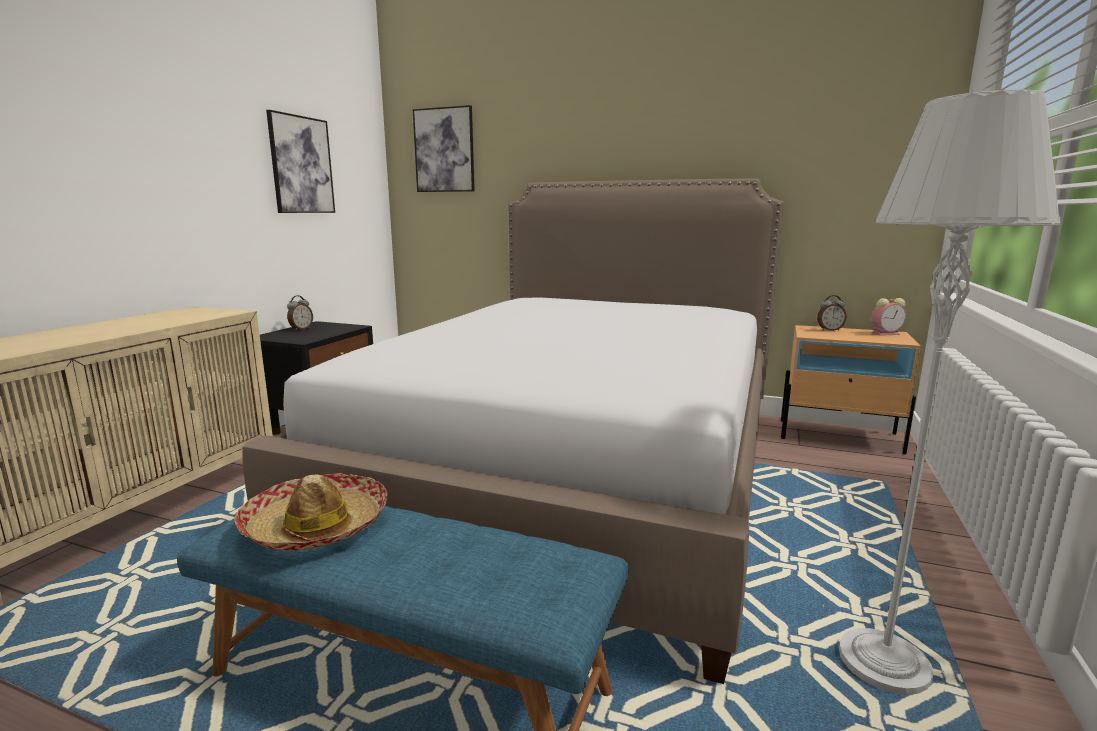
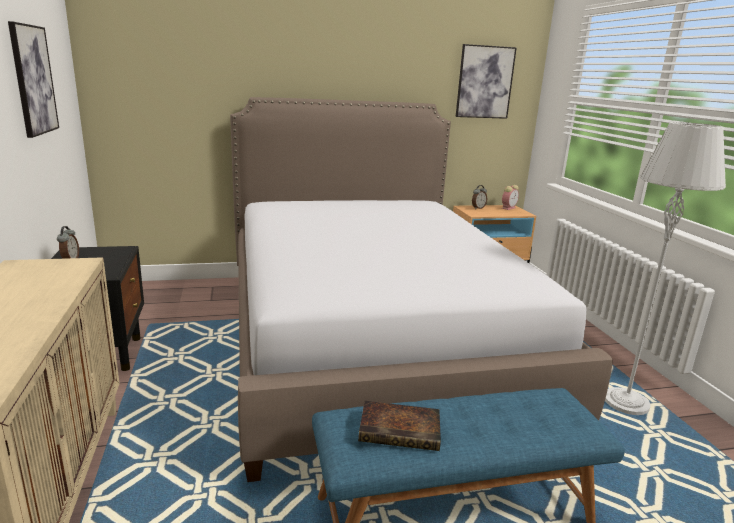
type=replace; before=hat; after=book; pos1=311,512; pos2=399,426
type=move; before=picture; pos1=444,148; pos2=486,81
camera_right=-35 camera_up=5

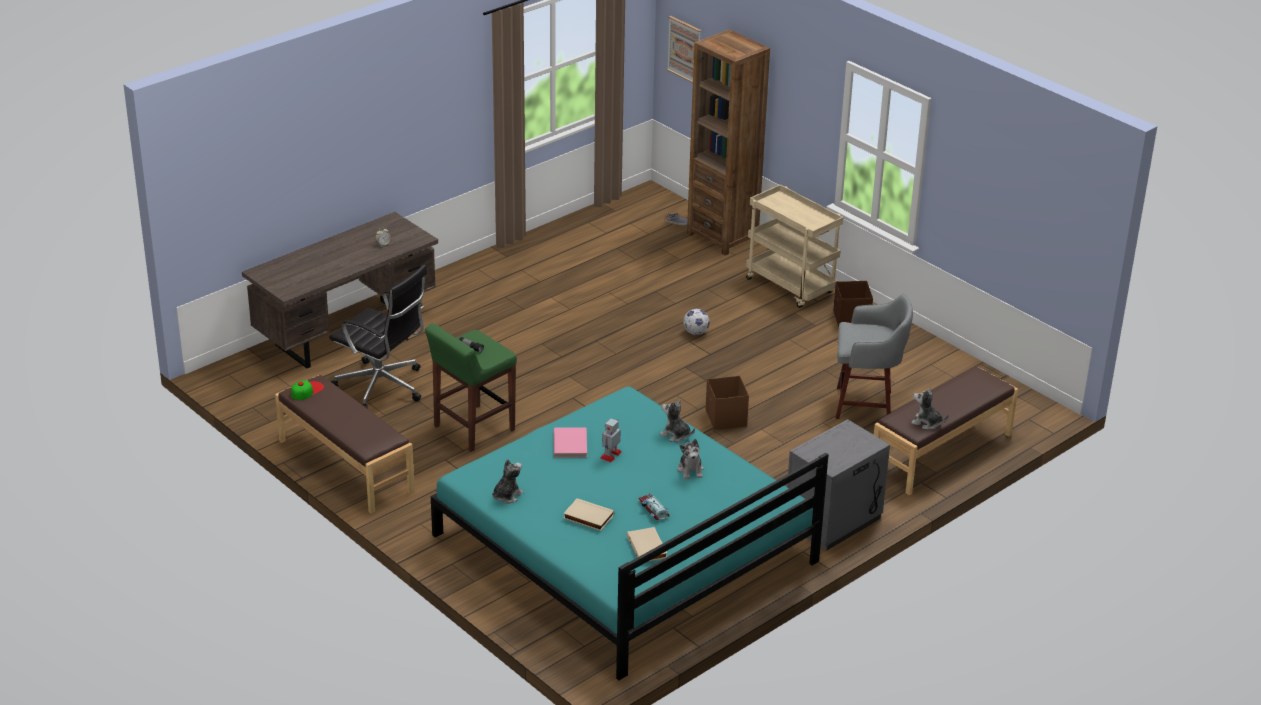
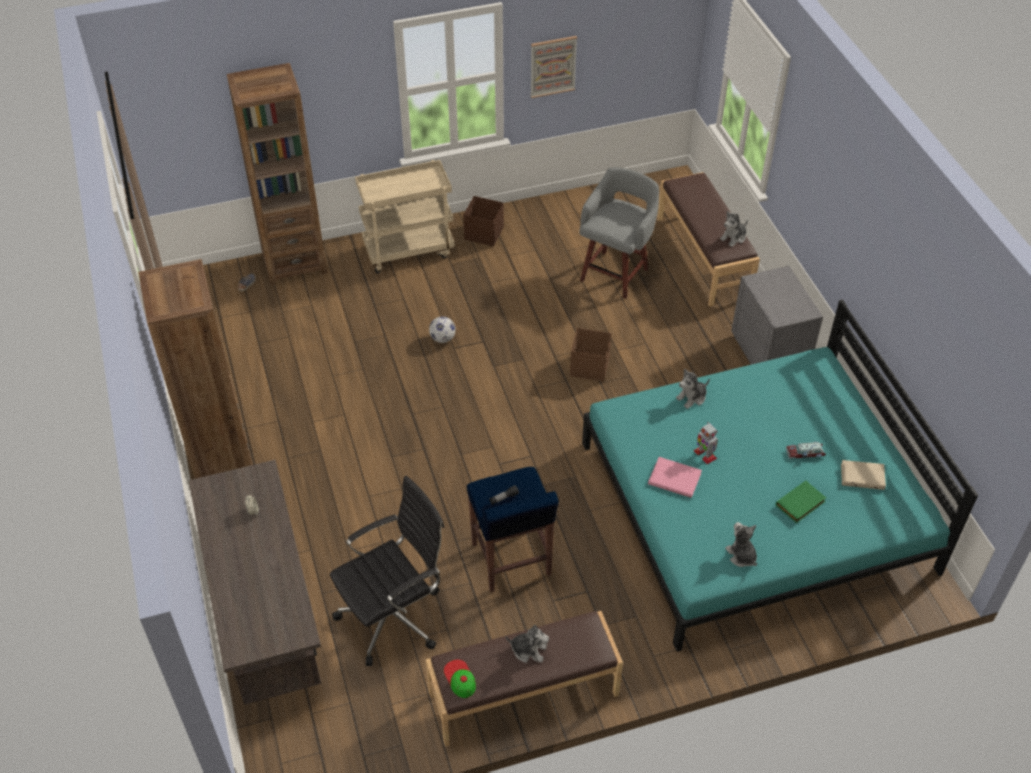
type=insert; after=brown bookcase; pos2=195,369
type=recolor; before=green stool; after=blue stool; pos1=471,387; pos2=513,529
type=move; before=plush toy; pos1=691,459; pos2=527,644
type=move; before=picture; pos1=684,49; pos2=554,67
type=recolor; before=beige book; after=green book; pos1=588,514; pos2=801,502
camera_right=-65 camera_up=15

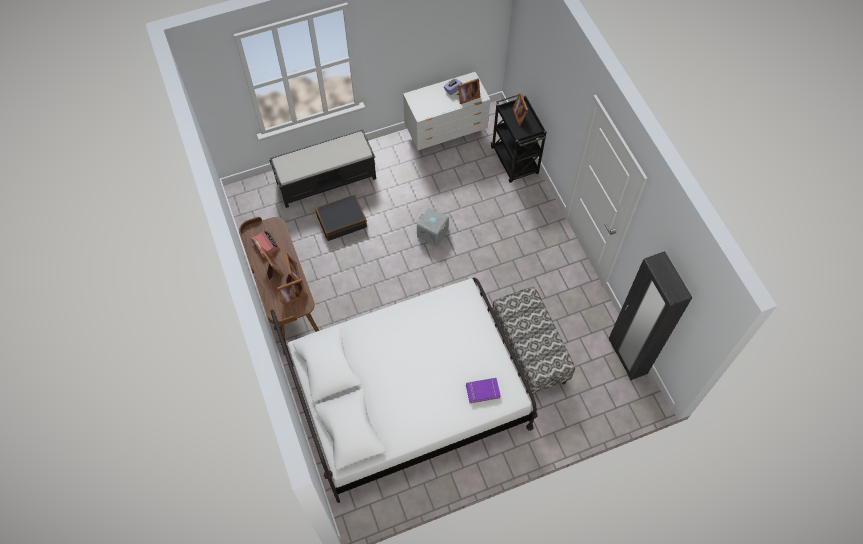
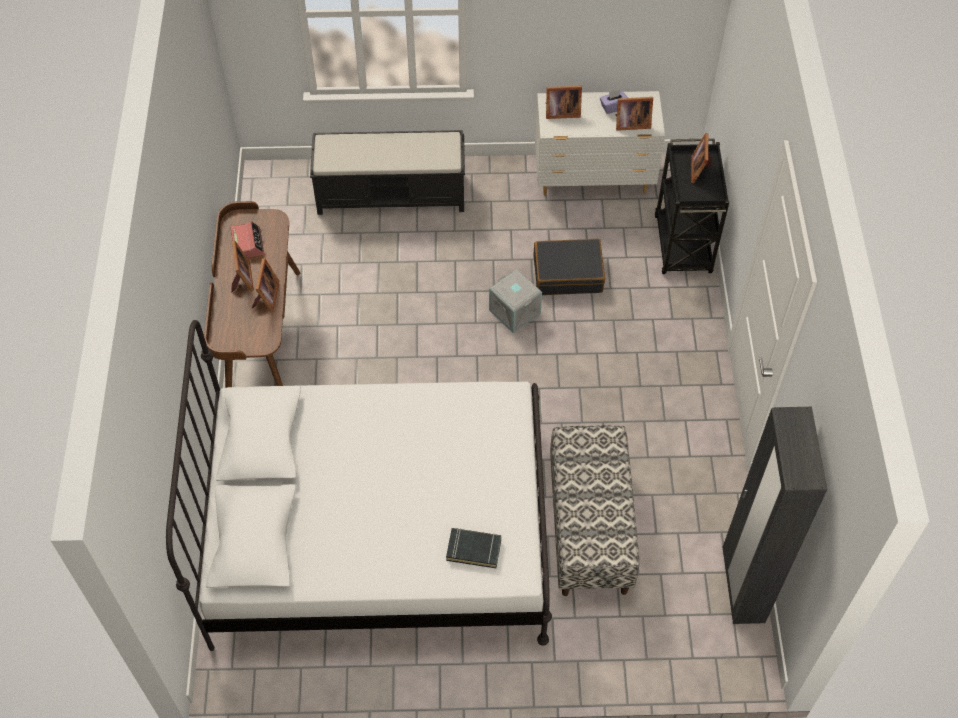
type=recolor; before=purple book; after=black book; pos1=483,390; pos2=473,548
type=move; before=black suitcase; pos1=341,218; pos2=569,267
type=move; before=picture frame; pos1=292,292; pos2=564,102
camera_right=20 camera_up=-5

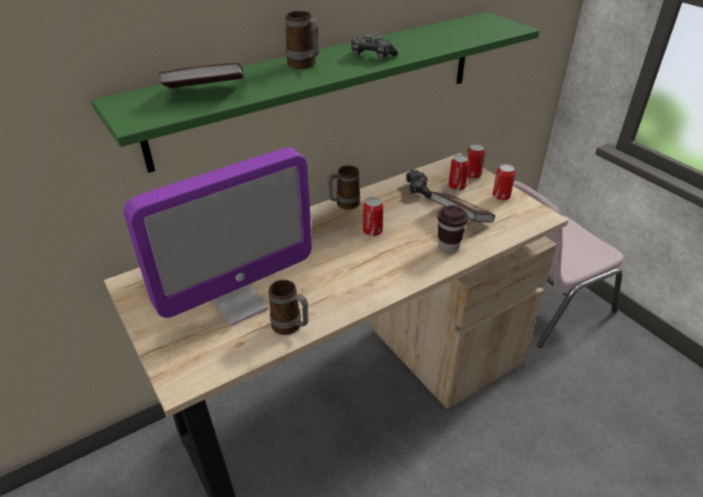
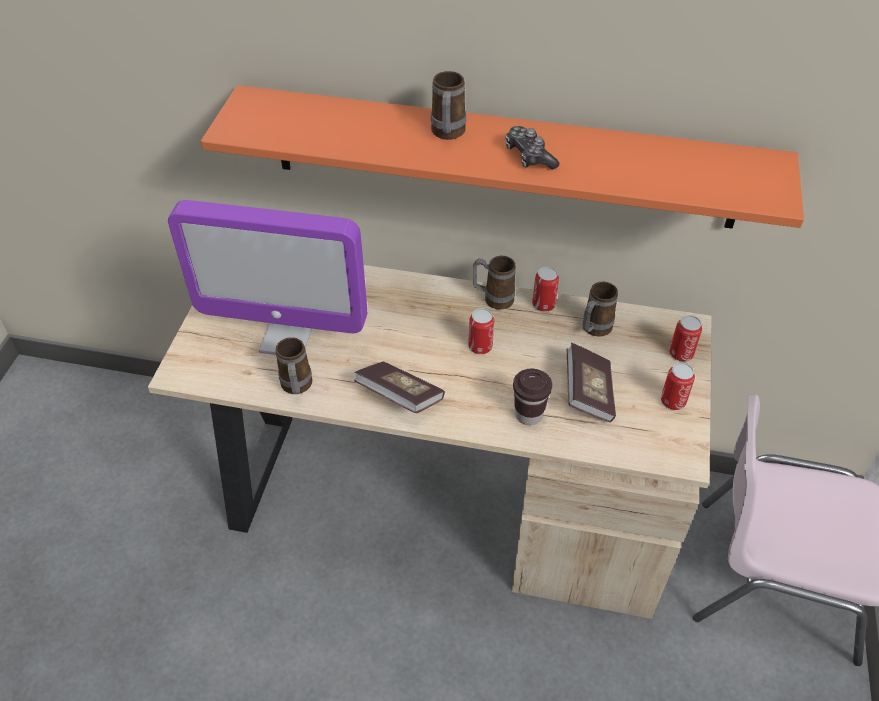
type=recolor; before=green shelf; after=orange shelf; pos1=315,92; pos2=502,157
type=move; before=book; pos1=201,75; pos2=399,387
type=move; before=can; pos1=458,173; pos2=545,289
type=replace; before=game controller; after=mug; pos1=419,184; pos2=600,309
camera_right=45 camera_up=10

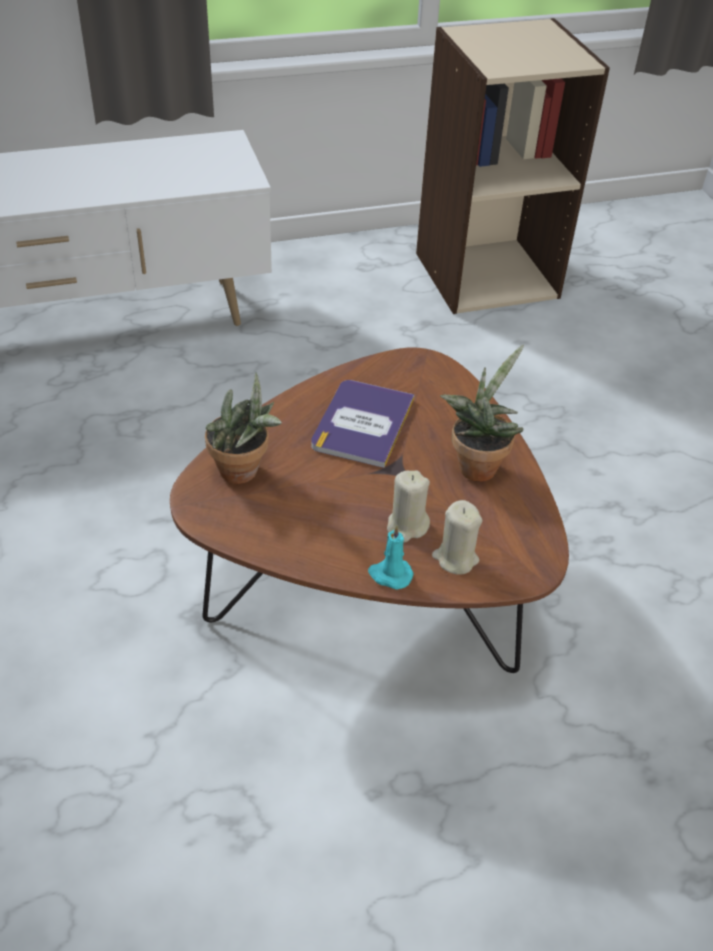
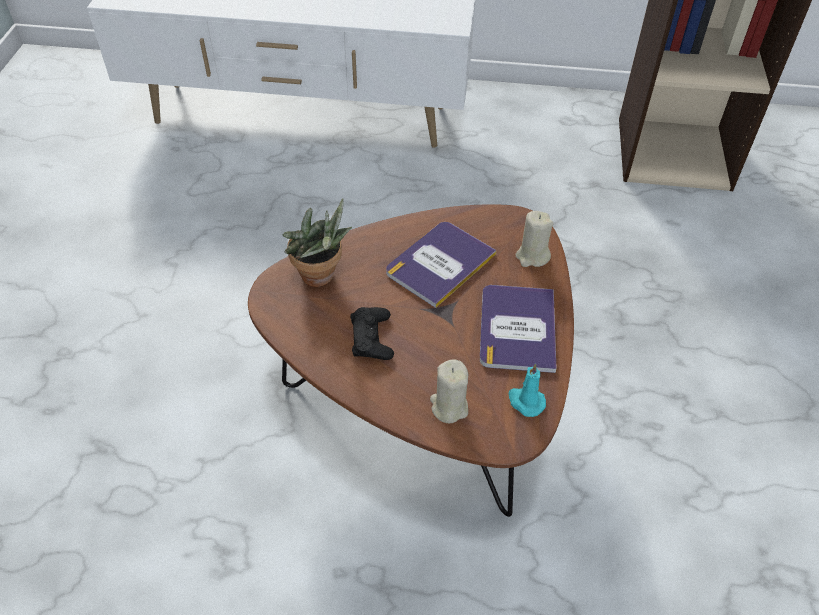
type=insert; after=black game controller; pos2=372,333
type=replace; before=potted plant; after=book; pos1=482,413; pos2=518,329
type=move; before=turquoise candle; pos1=391,557; pos2=527,390
type=move; before=beige candle; pos1=408,507; pos2=534,239
camera_right=25 camera_up=5

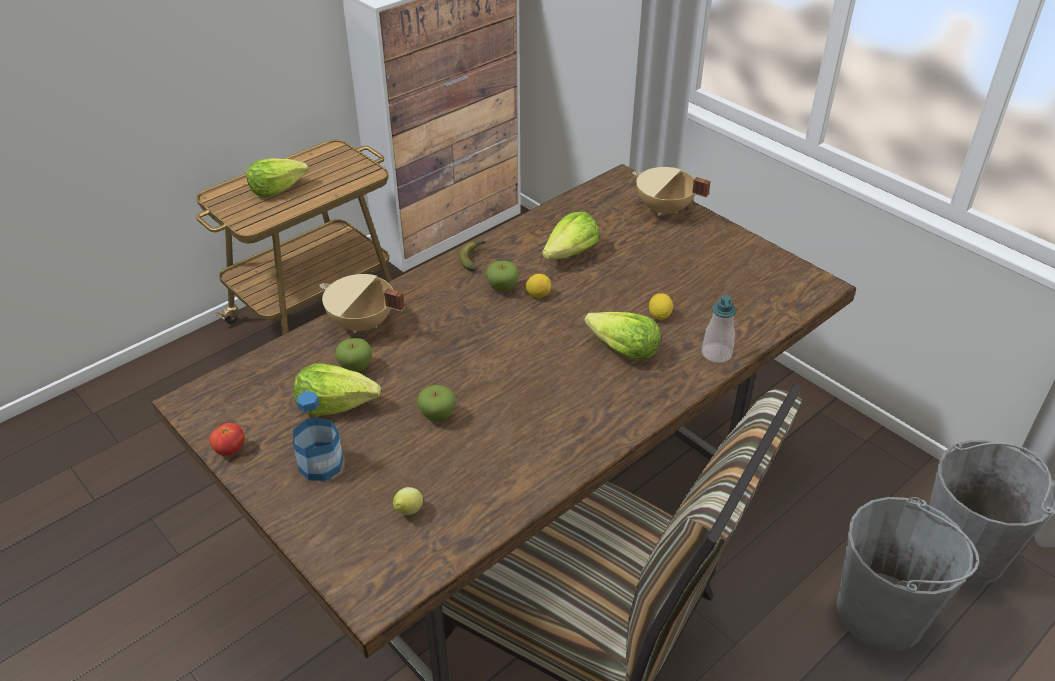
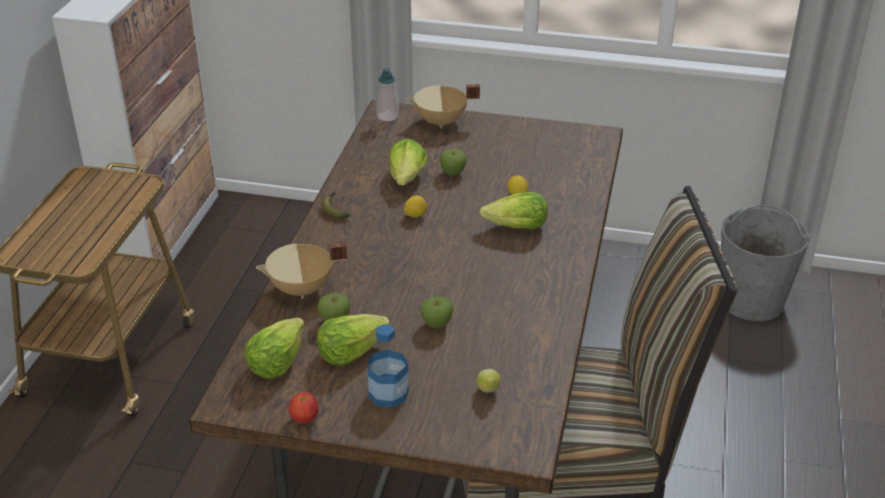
type=move; before=lettuce; pos1=277,177; pos2=275,348
type=move; before=soap dispenser; pos1=719,329; pos2=387,94
type=move; before=apple; pos1=502,276; pos2=453,162
type=delete; before=grey bucket; pos1=908,574
camera_right=-35 camera_up=-5

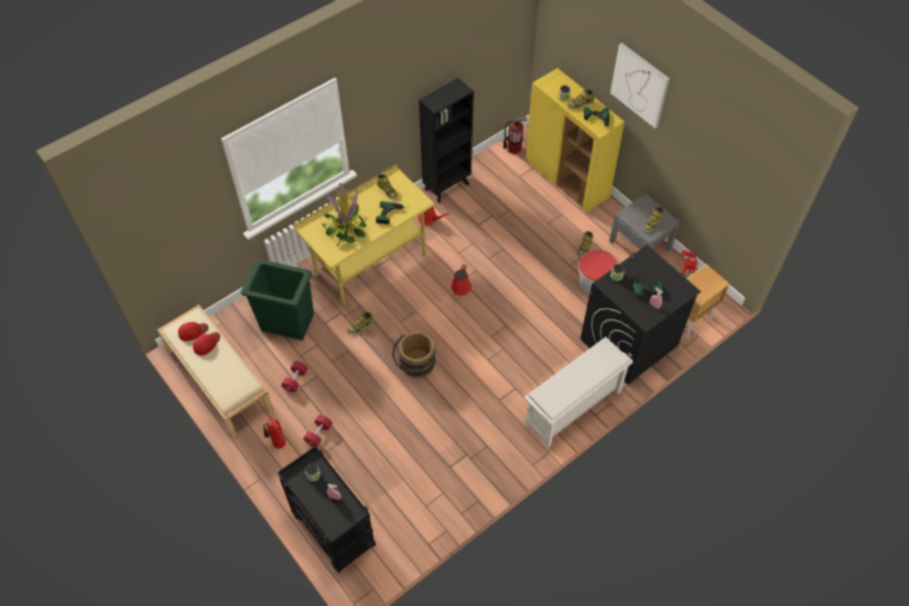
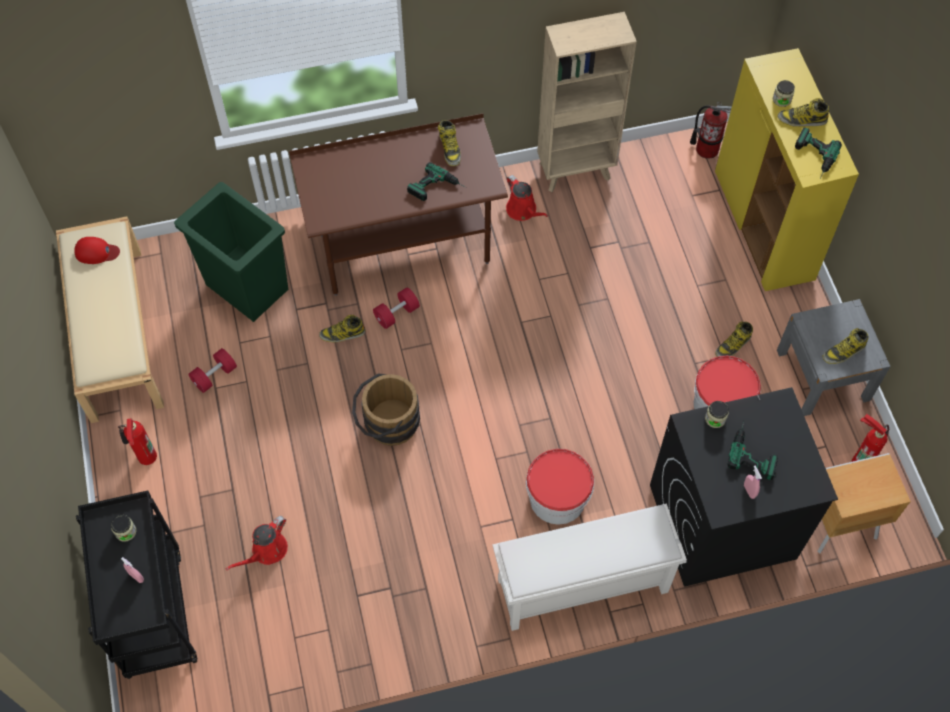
type=move; before=red watering can; pos1=461,280; pos2=257,543
type=recolor; before=yellow desk; after=brown desk; pos1=364,235; pos2=398,204
type=move; before=red dumbbell; pos1=317,430; pos2=396,308
type=insert; after=bucket; pos2=560,487
type=recolor; before=black bookcase; after=beige bookcase; pos1=446,140; pos2=587,102
type=delete; before=red cap; pos1=206,343
type=delete; before=potted plant; pos1=344,215
type=delete; before=picture; pos1=640,85
camera_right=25 camera_up=5

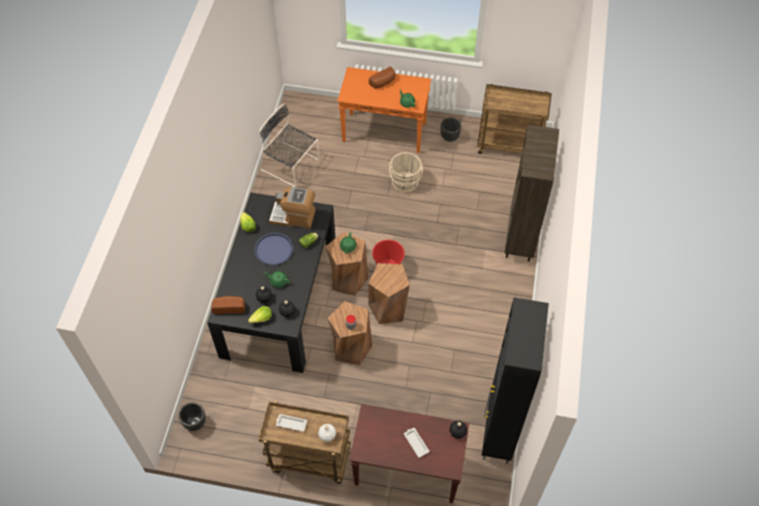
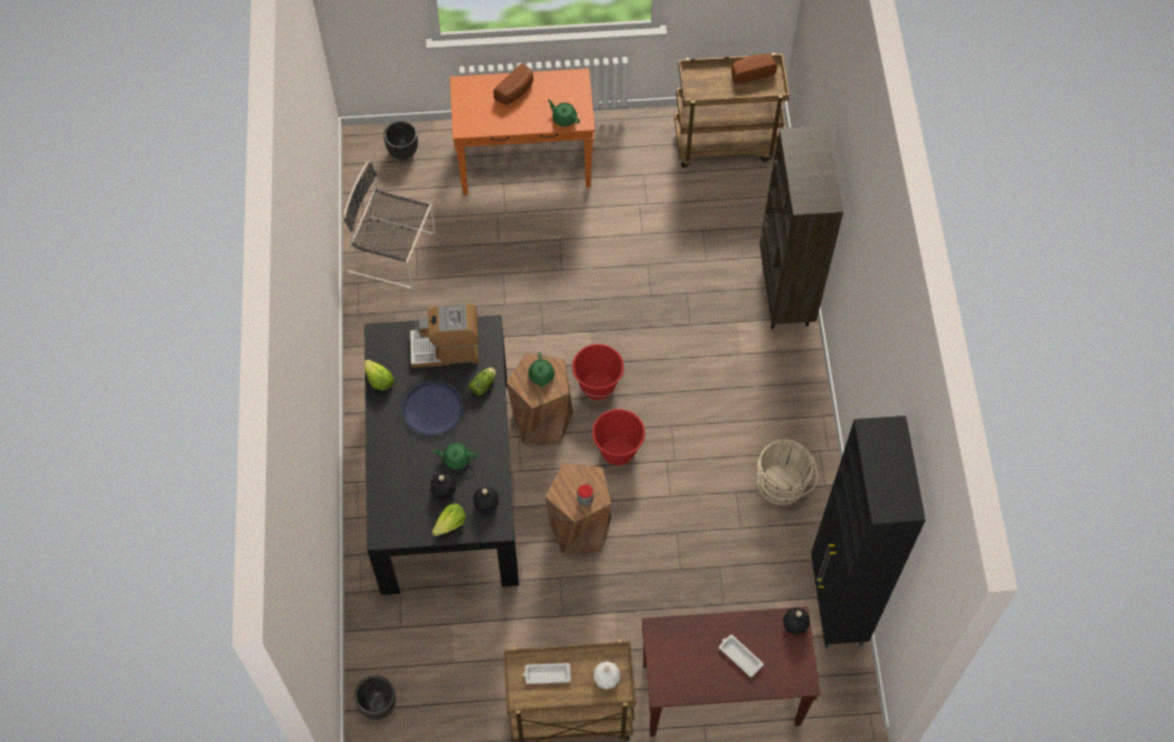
type=move; before=black planter; pos1=450,130; pos2=401,140
type=replace; before=brown stool; after=red bucket; pos1=389,293; pos2=618,437
type=move; before=bread; pos1=228,305; pos2=754,69
type=move; before=beige bucket; pos1=406,172; pos2=787,472
camera_right=-15 camera_up=5

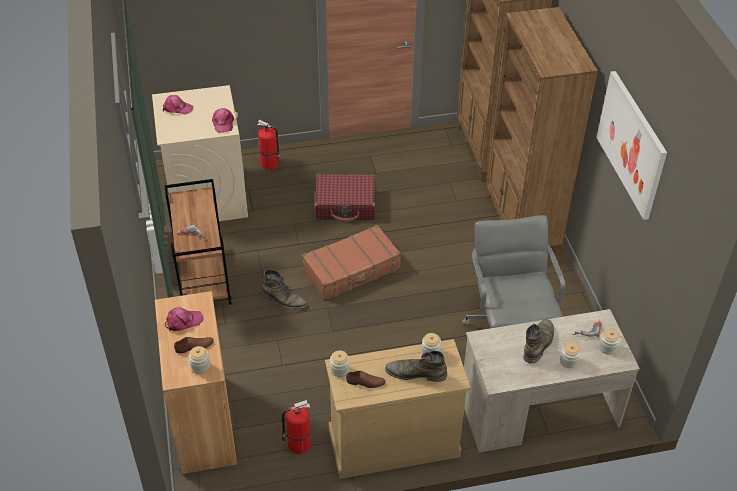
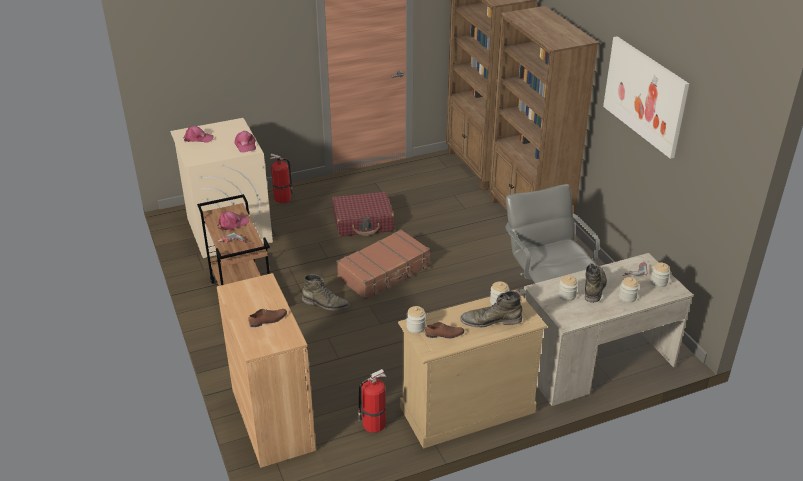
type=move; before=pink cap; pos1=184,320; pos2=233,221
type=move; before=jar; pos1=199,360; pos2=568,288
camera_right=-10 camera_up=-10

